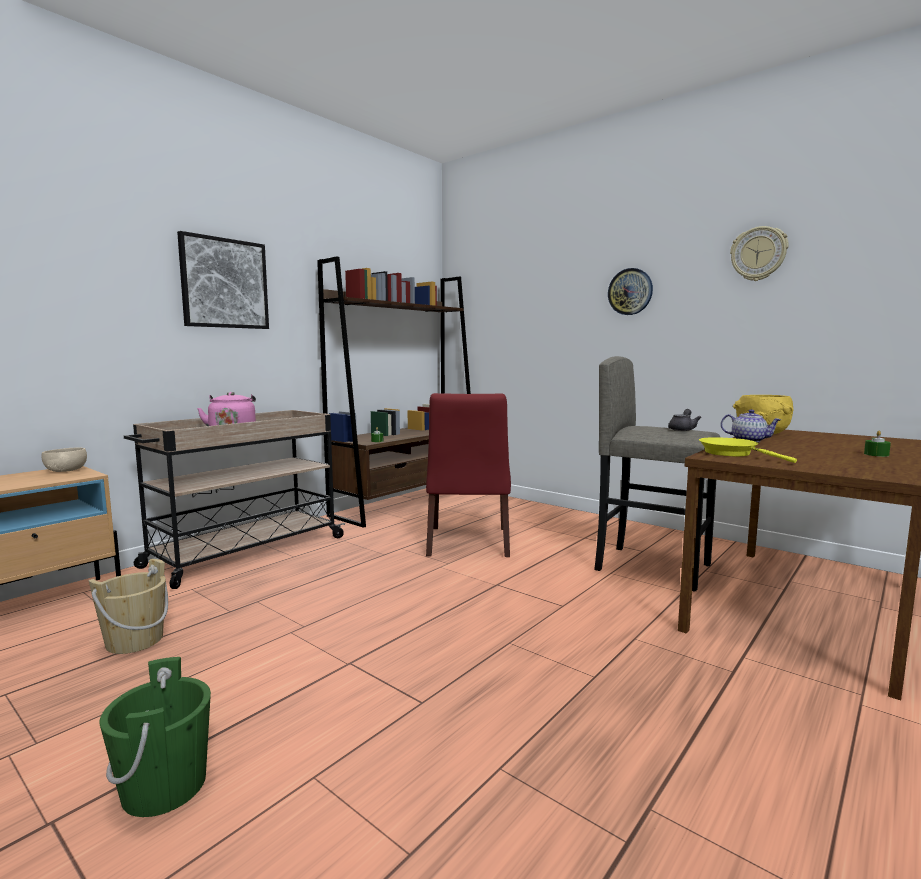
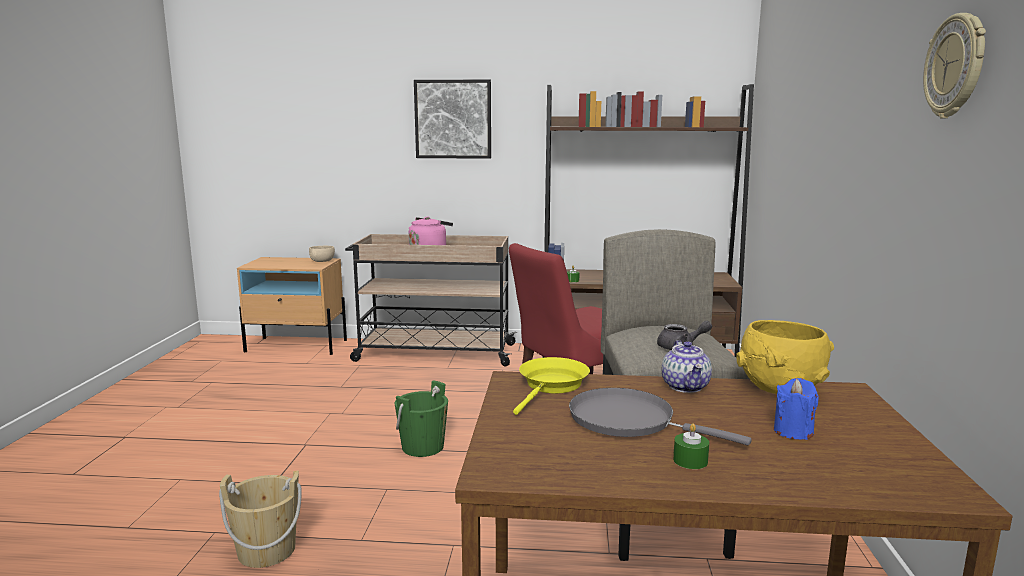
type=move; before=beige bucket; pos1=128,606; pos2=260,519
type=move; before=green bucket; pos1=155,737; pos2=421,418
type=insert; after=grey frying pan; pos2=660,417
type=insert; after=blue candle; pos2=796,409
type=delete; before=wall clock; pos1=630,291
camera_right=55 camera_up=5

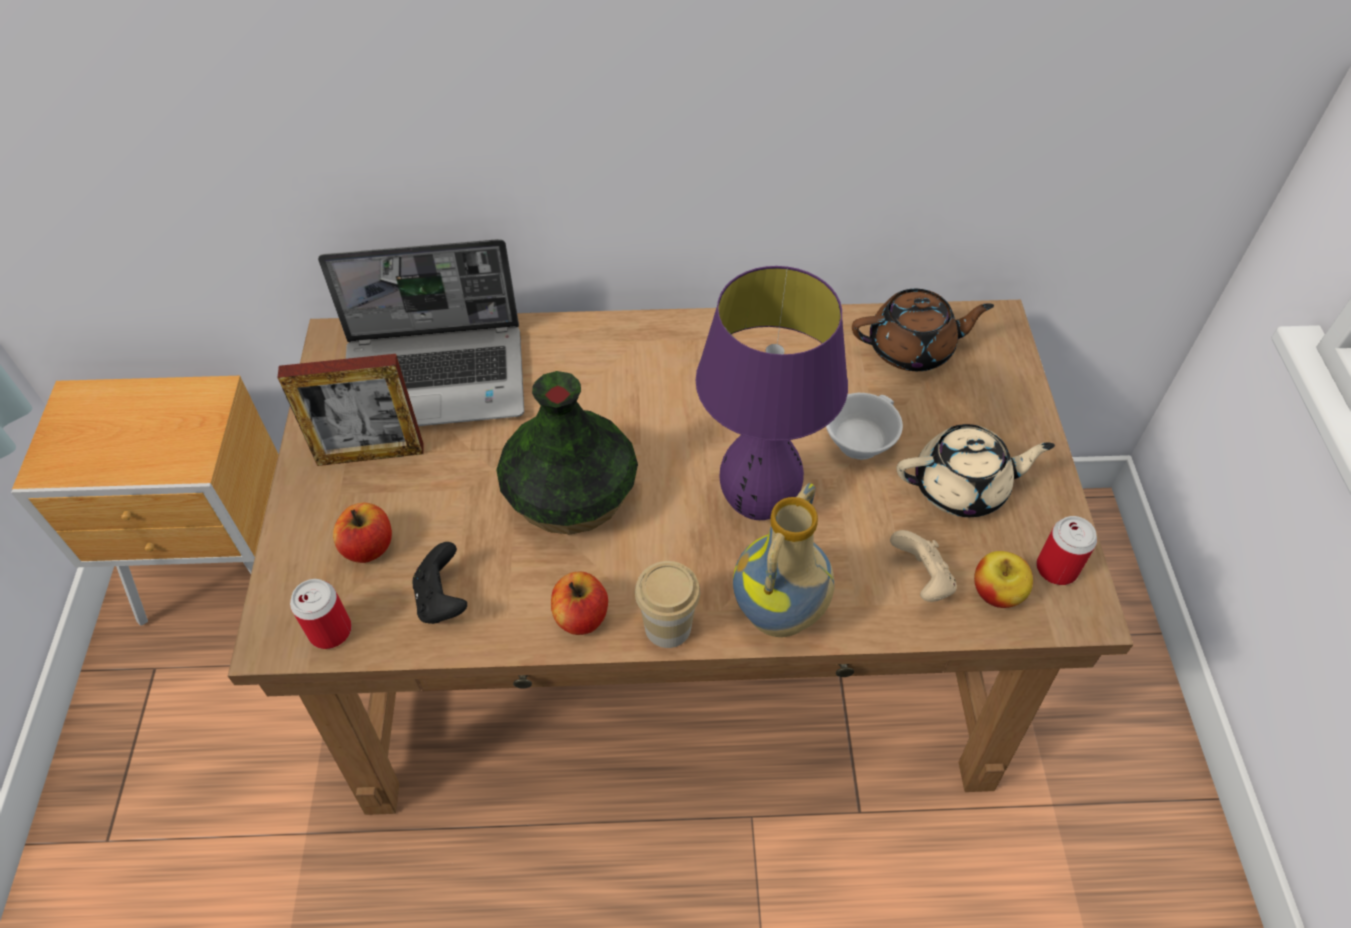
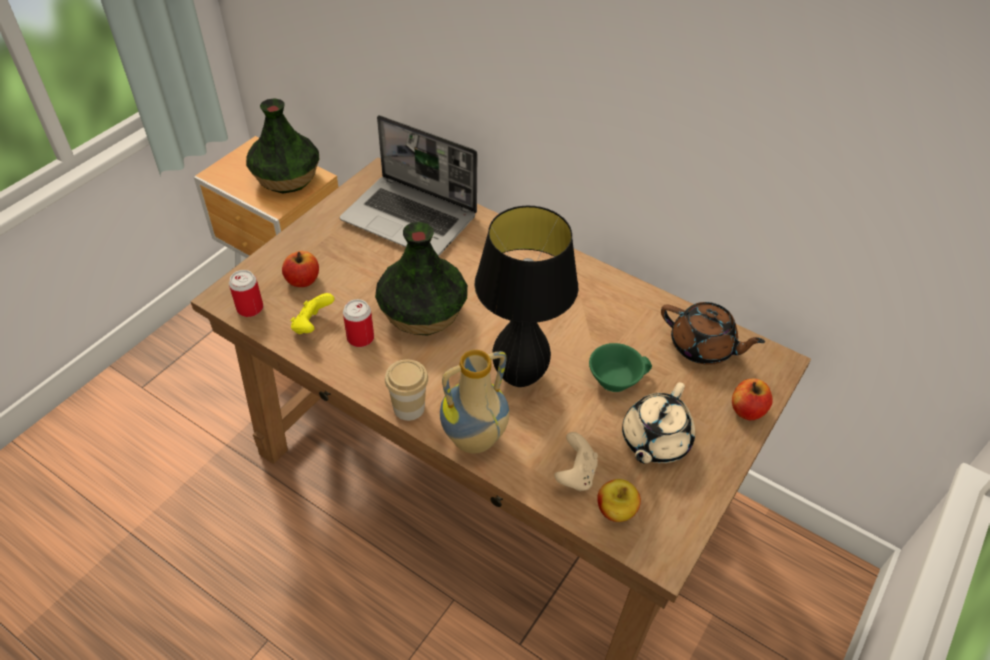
type=insert; after=vase; pos2=282,145
type=recolor; before=black game controller; after=yellow game controller; pos1=439,583; pos2=312,313
type=move; before=can; pos1=1066,550; pos2=358,323
type=recolor; before=purple table lamp; after=black table lamp; pos1=772,393; pos2=526,296
type=recolor; before=white cup; after=green cup; pos1=864,426; pos2=620,367
type=rotate; before=beige teapot; pos1=976,470; pos2=658,423; turn=90
type=move; before=apple; pos1=579,603; pos2=752,399
type=delete; before=picture frame; pos1=351,410
camera_right=35 camera_up=-5

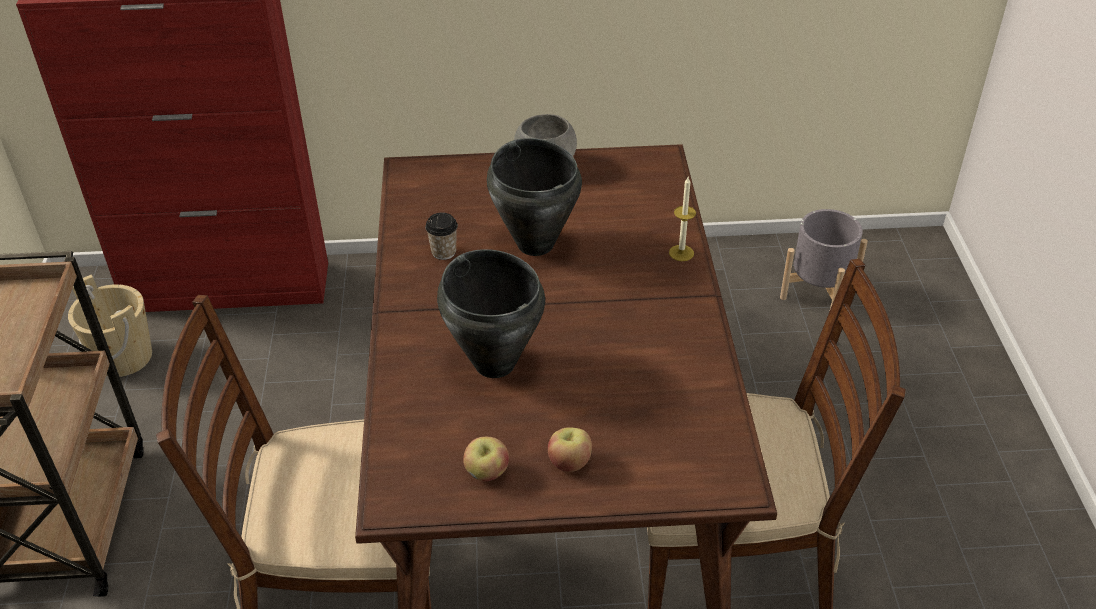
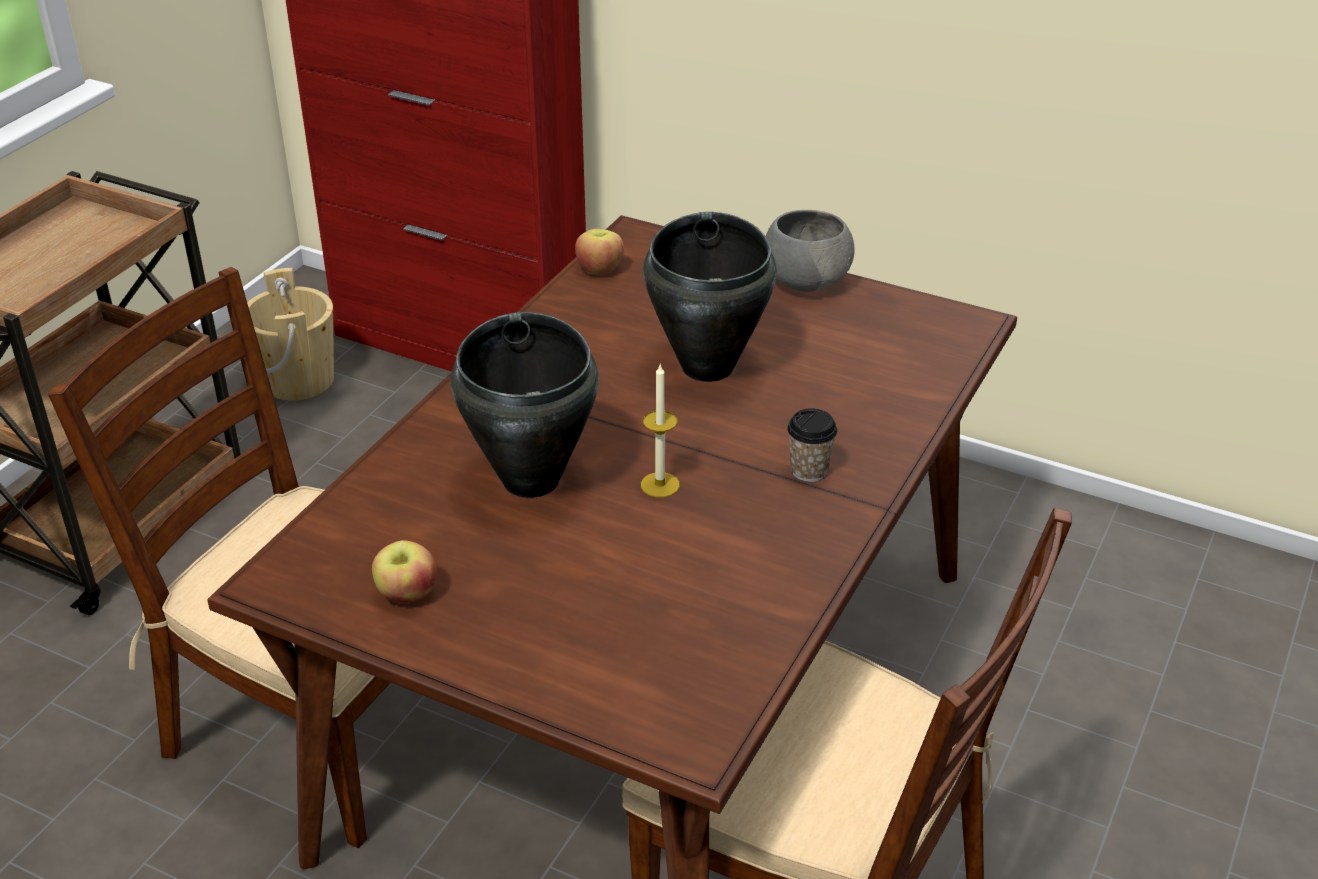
type=move; before=apple; pos1=570,449; pos2=599,252
type=move; before=candle; pos1=682,219; pos2=660,430
type=move; before=cup; pos1=441,236; pos2=812,445
type=delete; before=grey planter; pos1=824,260
camera_right=30 camera_up=-5

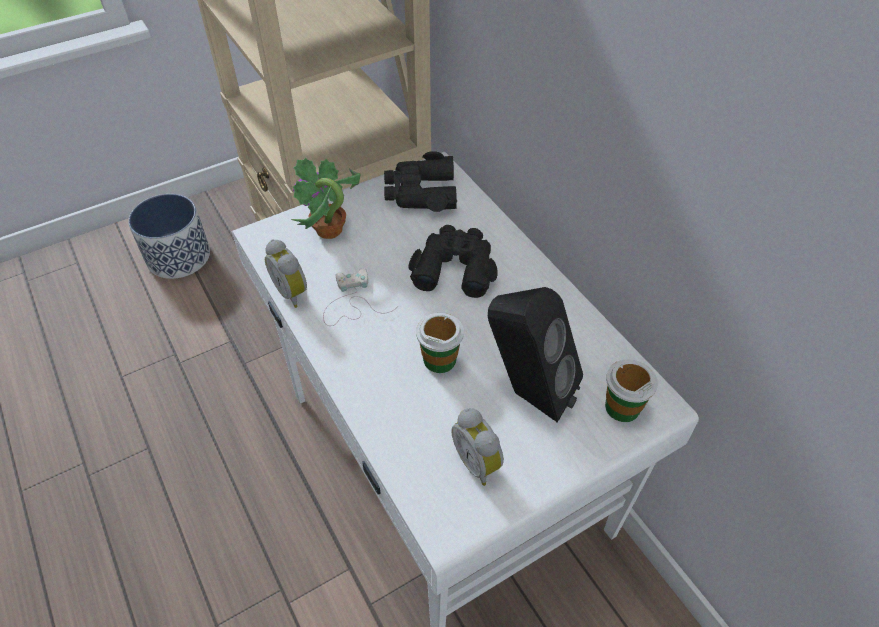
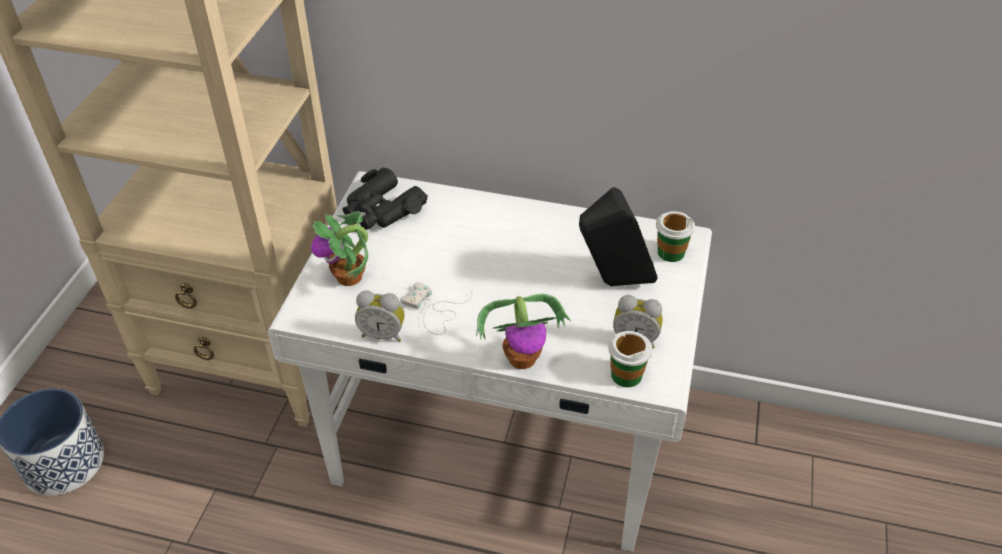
type=insert; after=potted plant; pos2=523,331
type=move; before=cup; pos1=440,343; pos2=630,359
type=delete; before=black binoculars; pos1=453,261
camera_right=-45 camera_up=-5

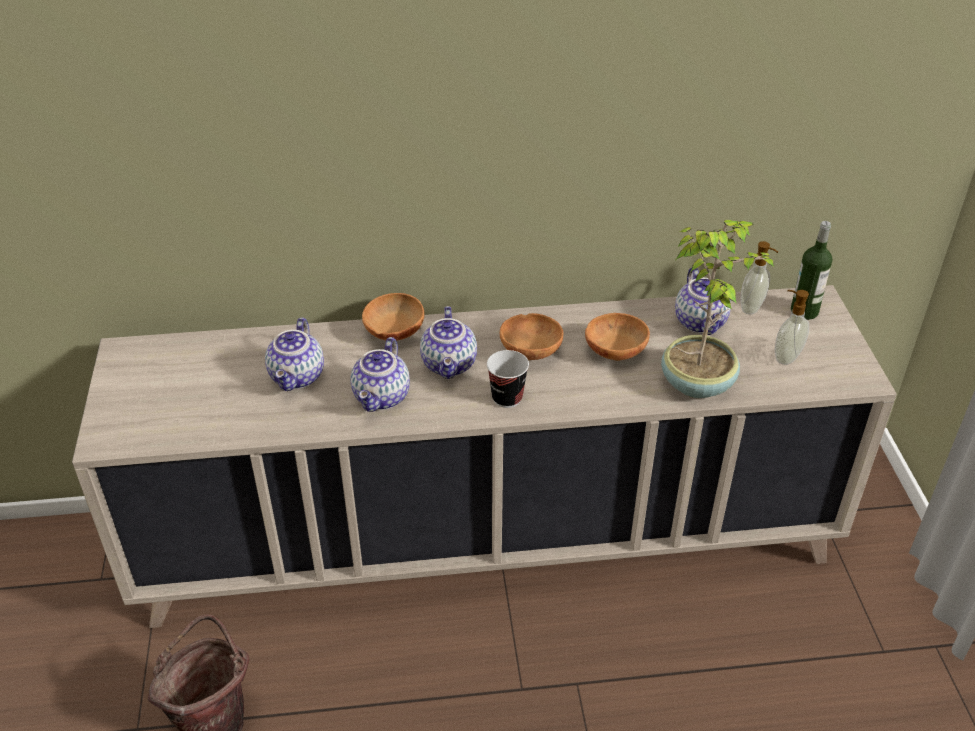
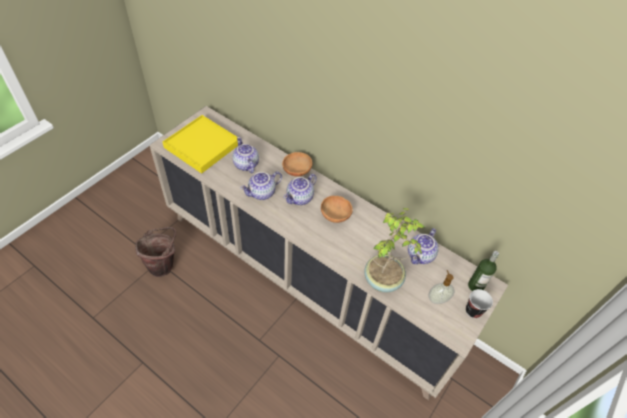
type=insert; after=yellow tray; pos2=200,144
type=rotate; before=teapot; pos1=294,354; pos2=245,155; turn=105
type=move; before=cup; pos1=508,379; pos2=479,303
type=delete; before=brown bowl; pos1=617,337
type=delete; before=soap dispenser; pos1=759,278
camera_right=40 camera_up=10

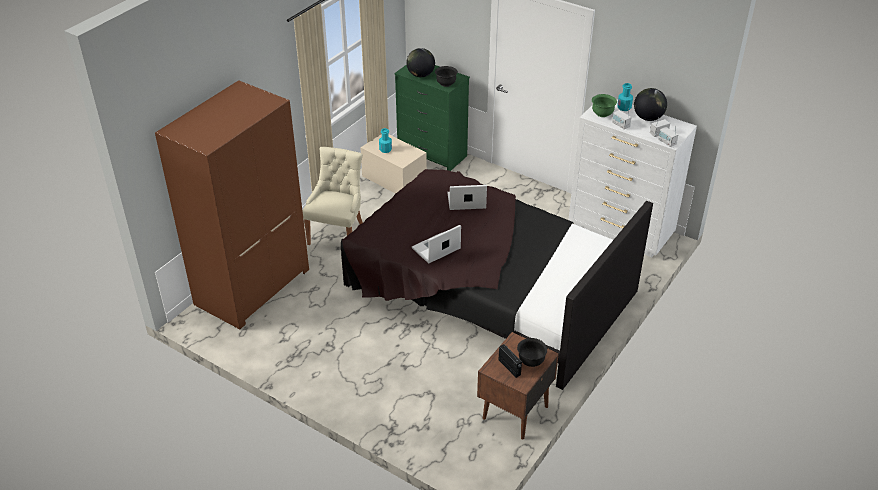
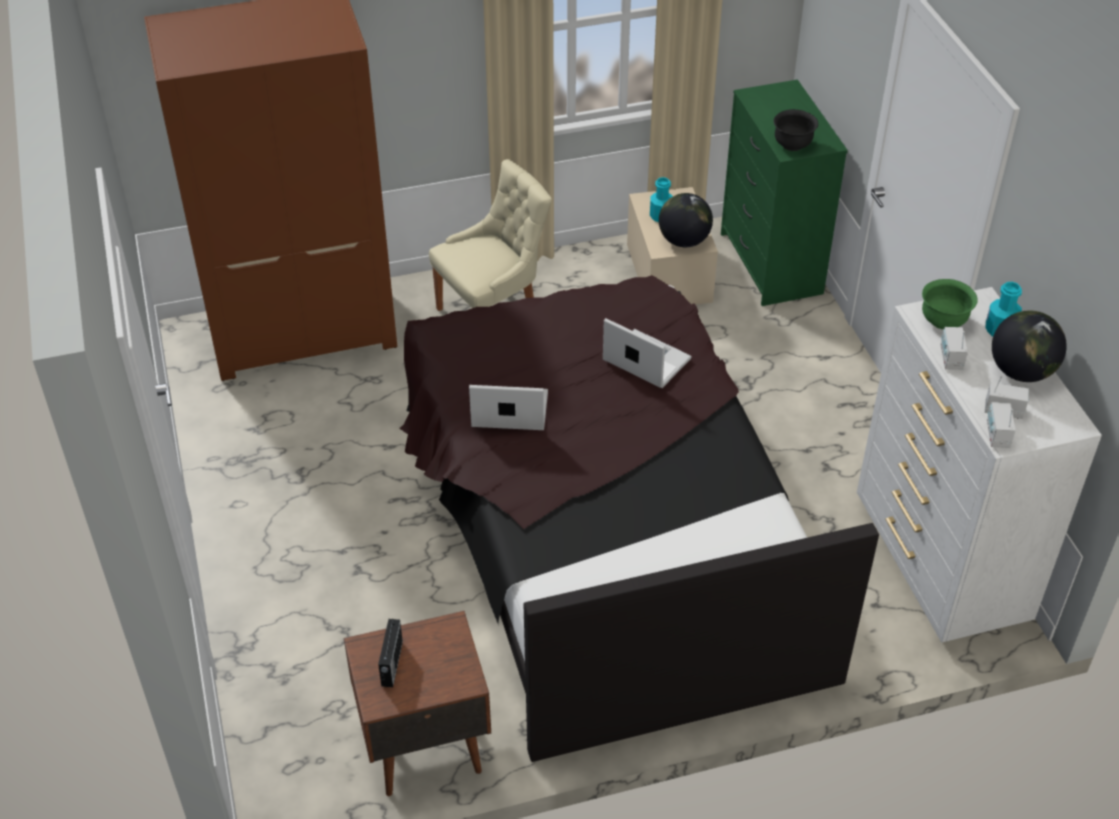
type=move; before=globe; pos1=420,62; pos2=686,220
type=delete; before=black bowl; pos1=532,352
camera_right=40 camera_up=5

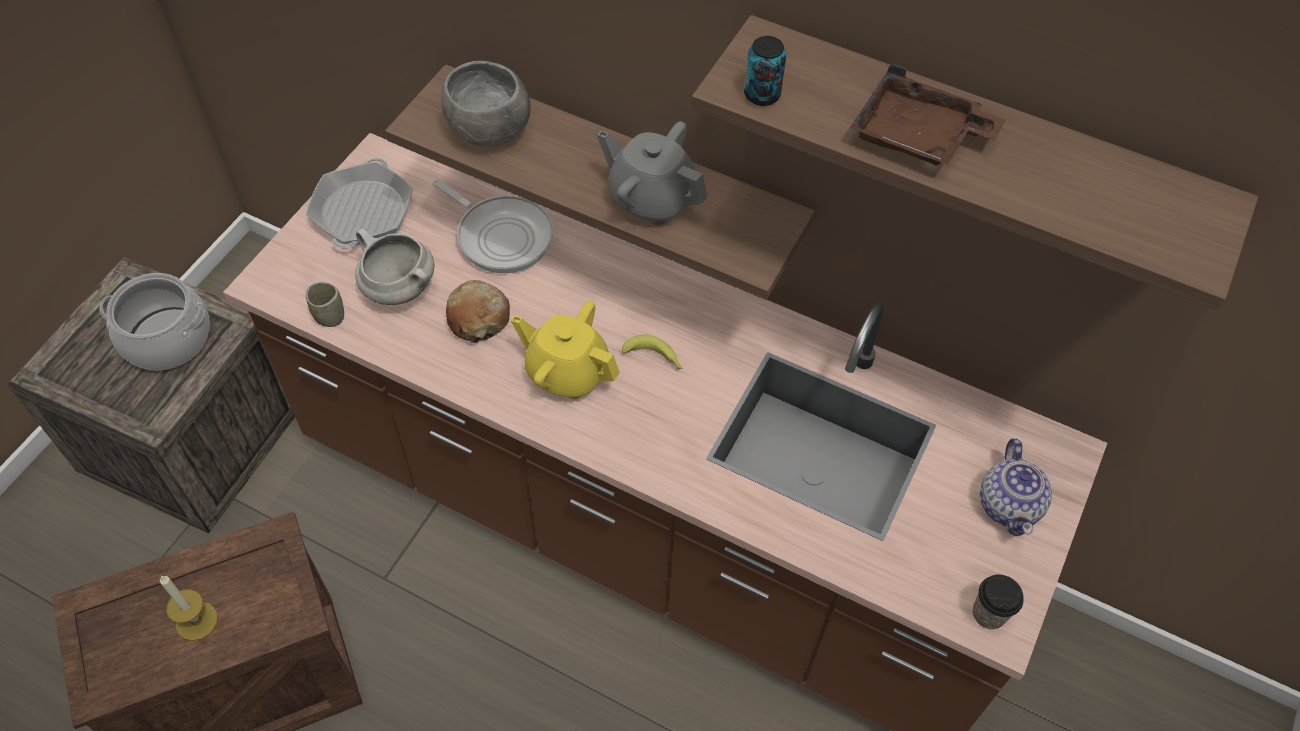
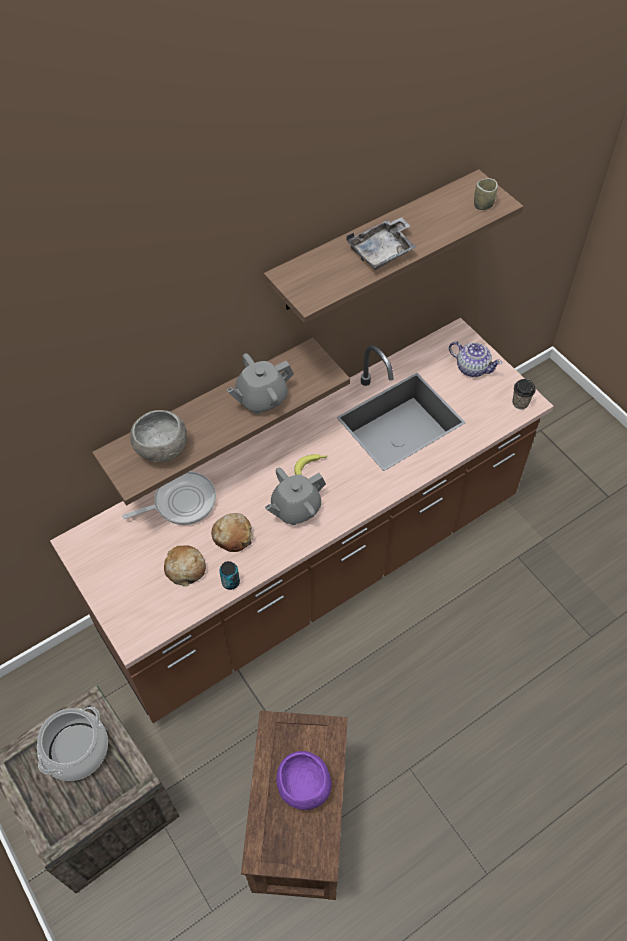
type=replace; before=white cooking pot; after=bread; pos1=394,266; pos2=185,566
type=move; before=can; pos1=765,71; pos2=229,575
type=recolor; before=yellow teapot; after=grey teapot; pos1=565,349; pos2=295,496
type=replace; before=candle; after=purple bowl; pos1=189,608; pos2=304,780
type=recolor; before=brown tray; after=grey tray; pos1=928,114; pos2=381,243
type=move; before=cup; pos1=325,304; pos2=486,194
type=delete; before=frying pan; pos1=359,203
camera_right=-60 camera_up=0

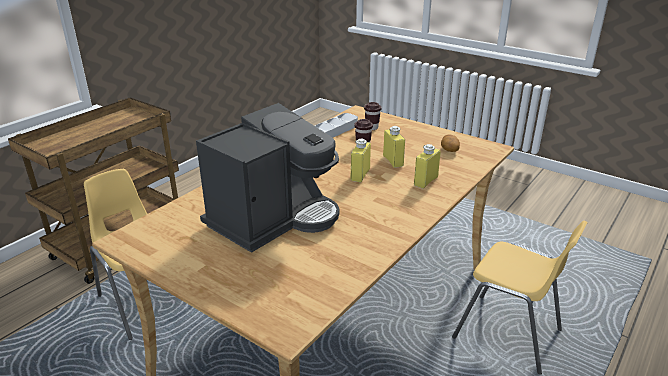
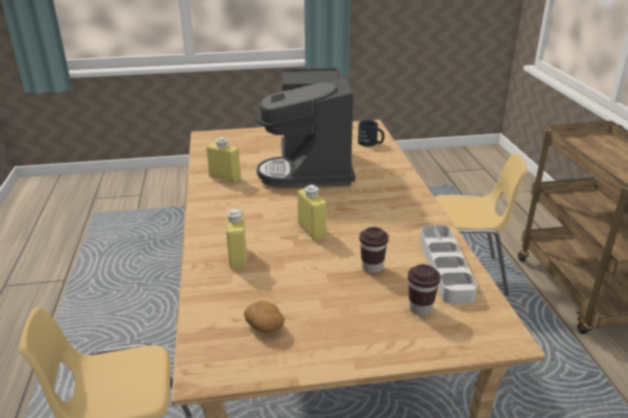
type=move; before=yellow bottle; pos1=394,147; pos2=223,160
type=insert; after=black mug; pos2=371,133
camera_right=135 camera_up=0

